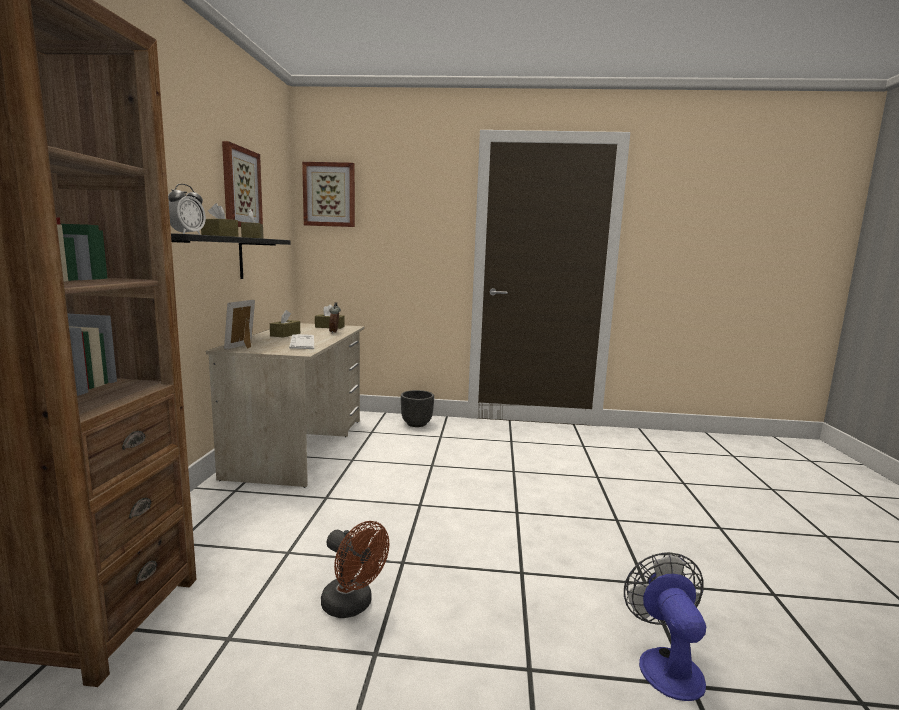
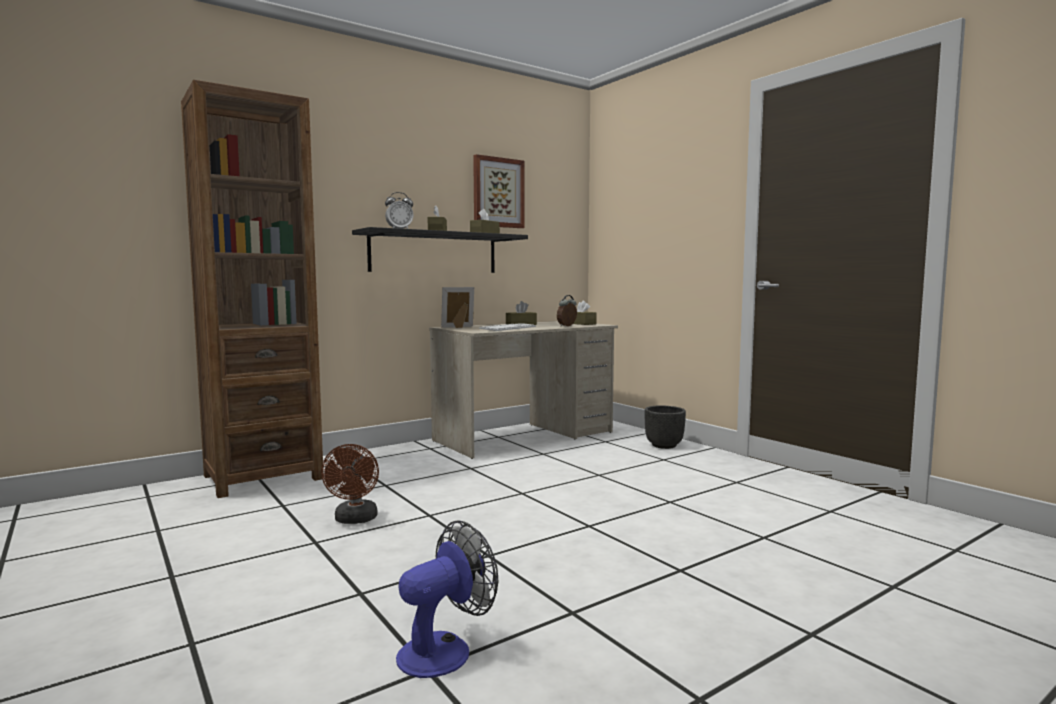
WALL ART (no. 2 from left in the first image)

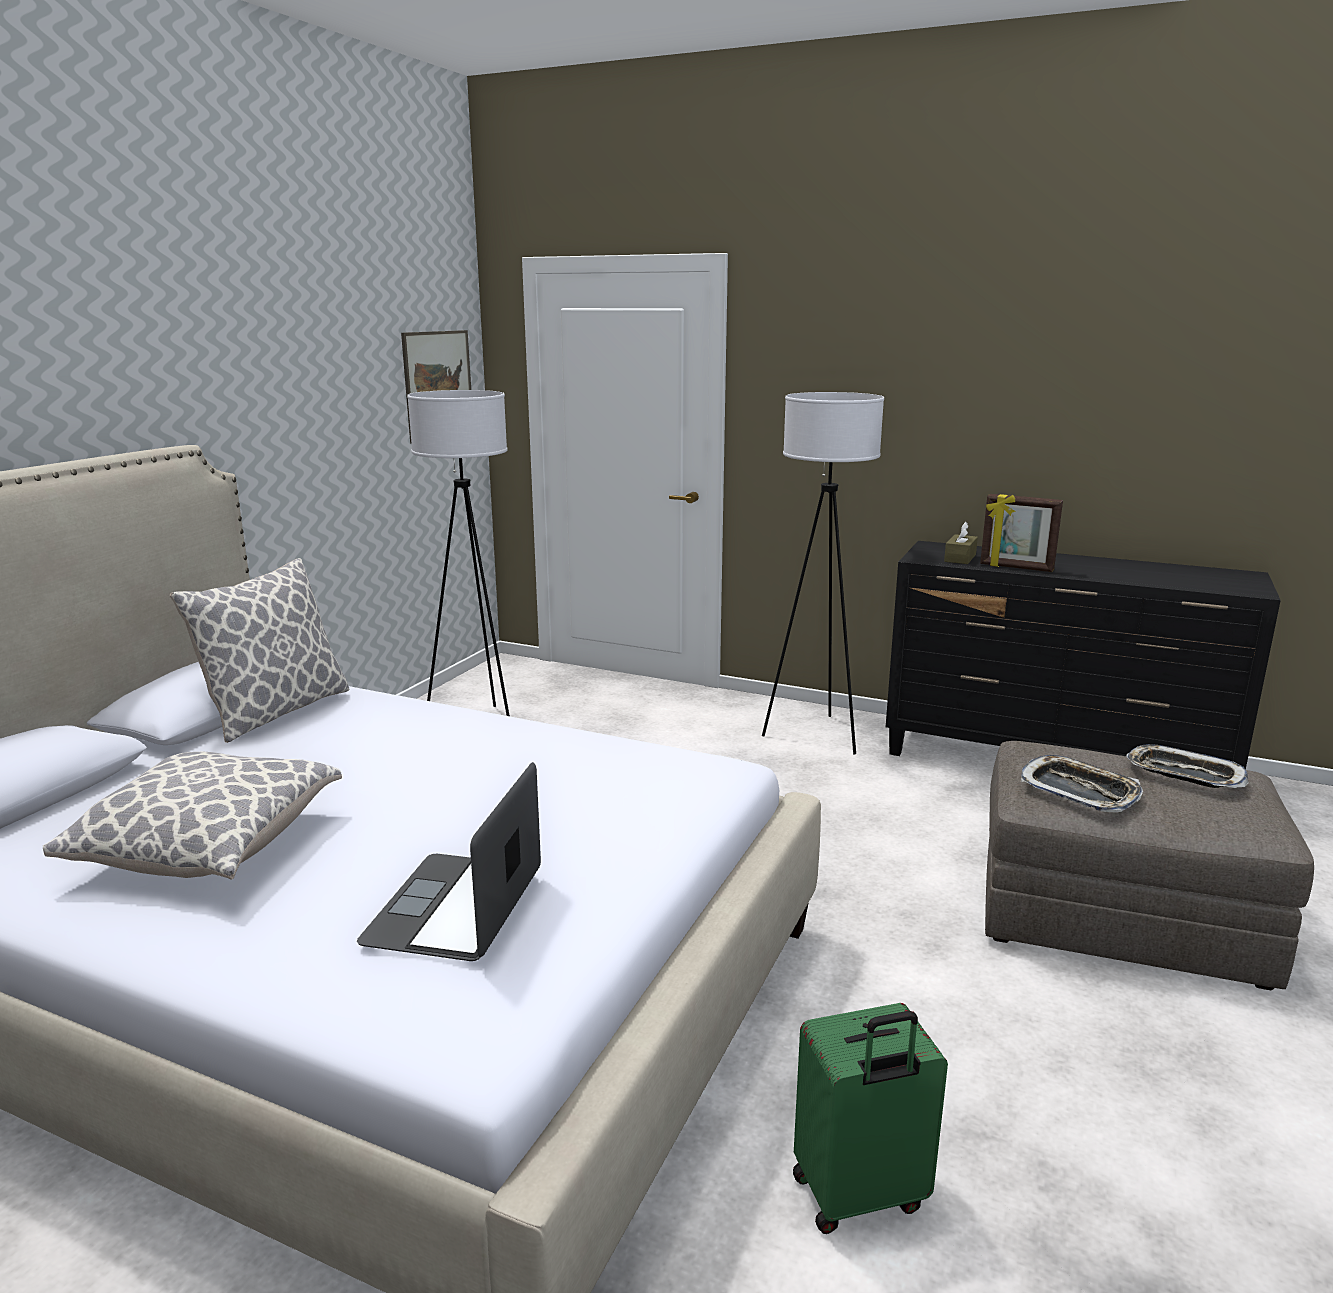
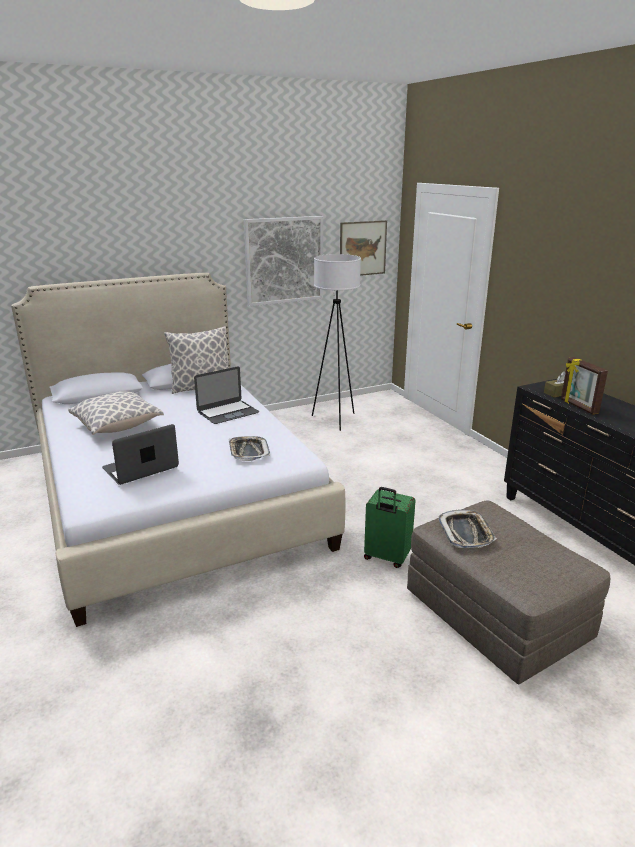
LAPTOP (no. 2 from left)
SERVING TRAY (no. 1 from left)
WALL ART (no. 1 from left)
GREEN SUITCASE
WHITE-COLOURED FLOOR LAMP (no. 2 from left in the first image)

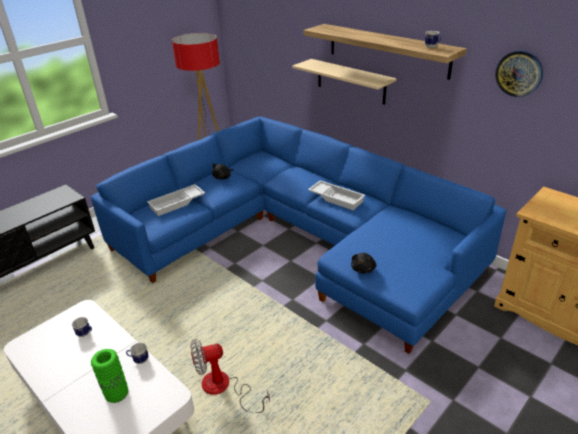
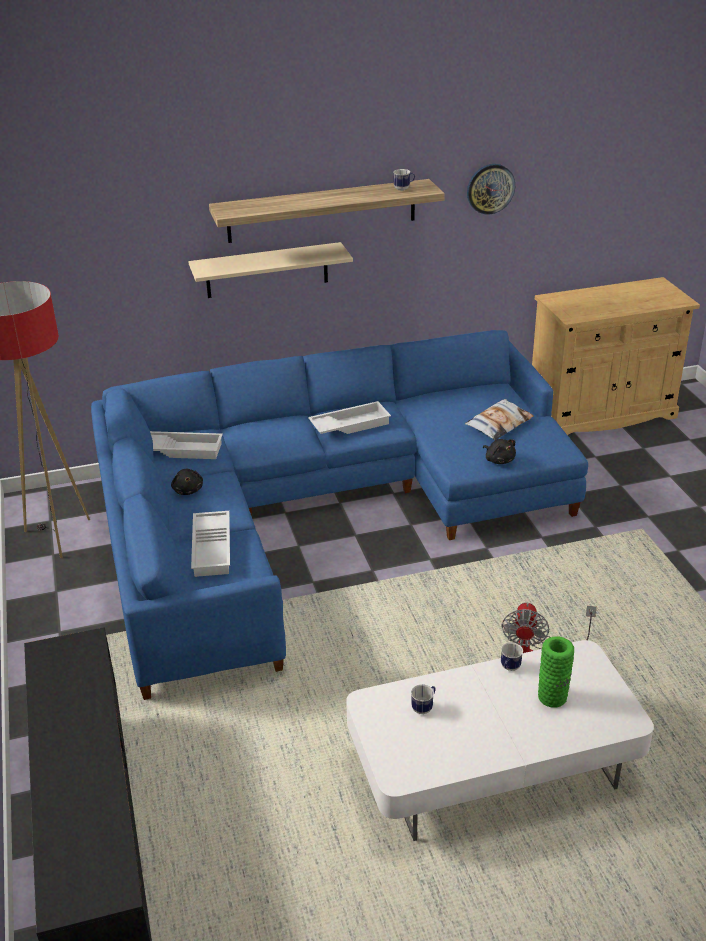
WHITE-COLOURED SERVING TRAY (no. 1 from left)
CUSHION

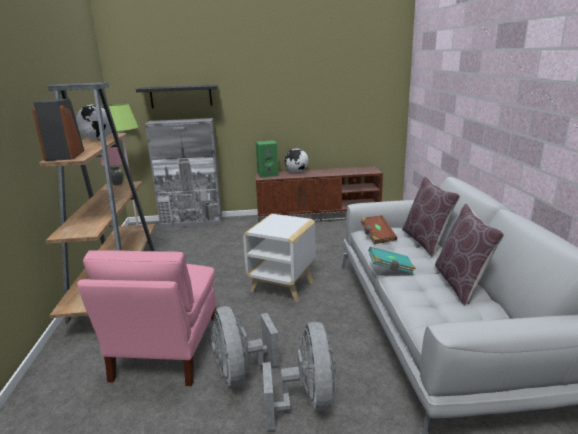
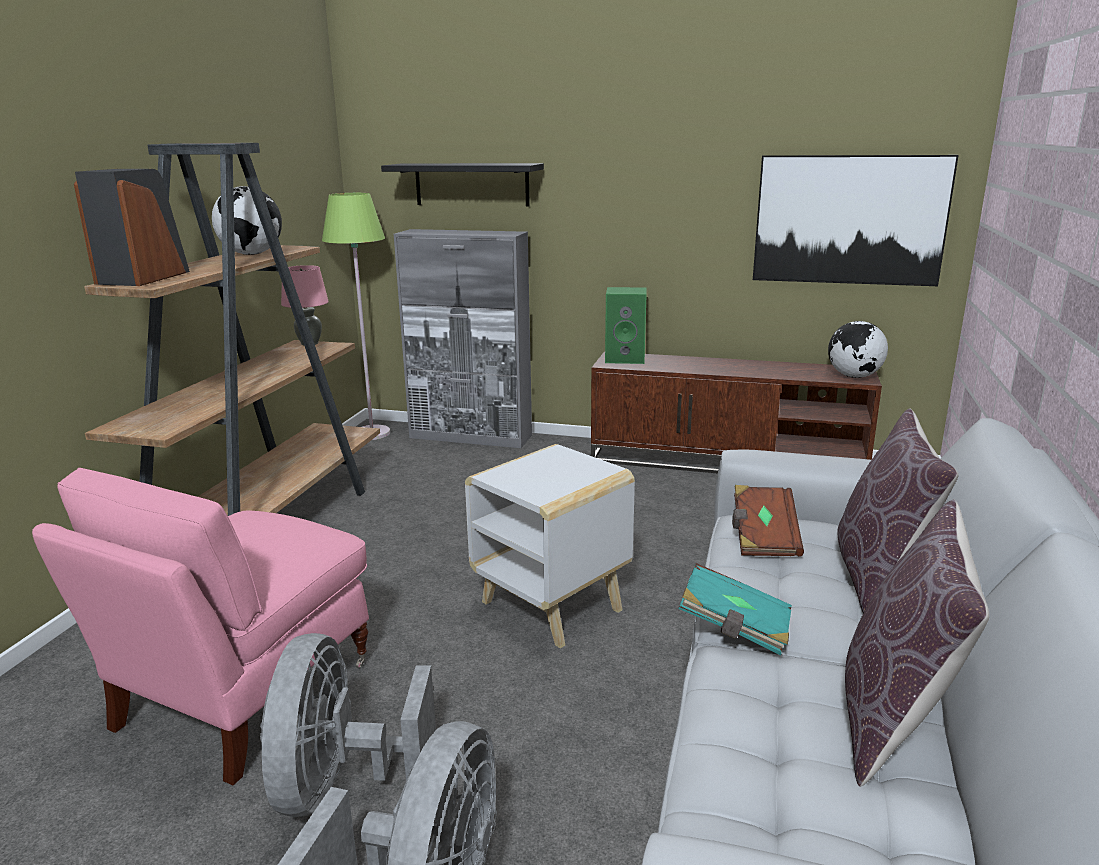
WALL ART
GLOBE (no. 2 from left)

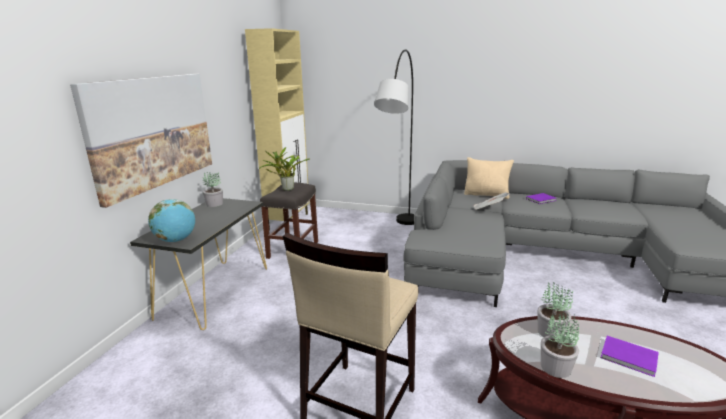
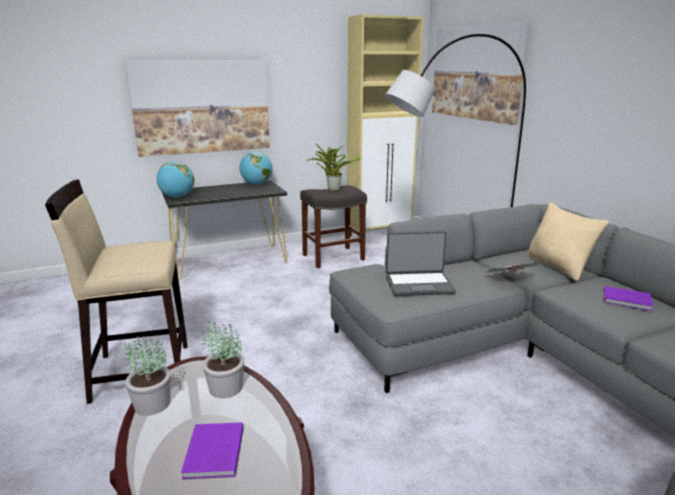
GLOBE (no. 2 from left)
LAPTOP
WALL ART (no. 2 from left)

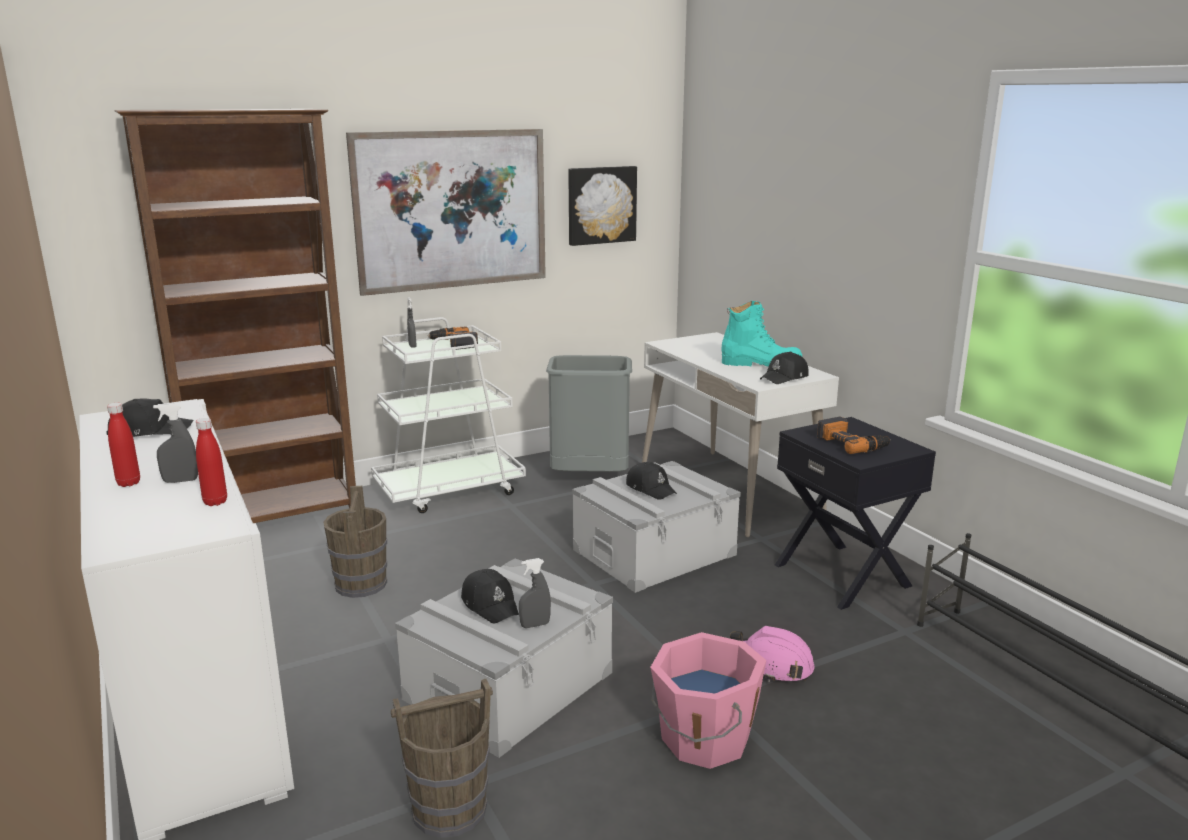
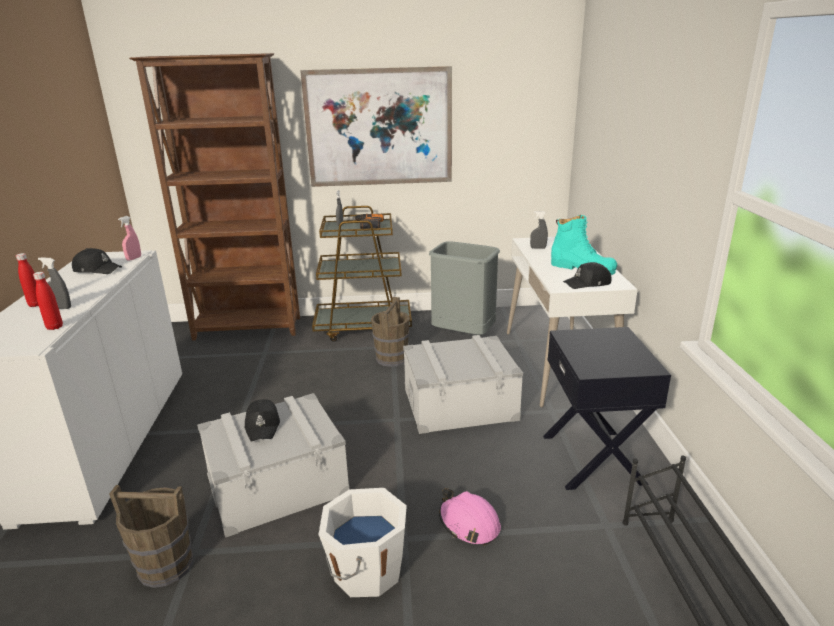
PINKISH SPRAYER
BROWN-COLOURED WHEELED CART
WHITE-COLOURED WATER BUCKET
BROWN-COLOURED WATER BUCKET (no. 2 from left)
GRAY SPRAYER (no. 3 from left)
WALL ART (no. 2 from left in the first image)
BLACKISH CAP (no. 3 from left in the first image)
DRILL (no. 2 from left in the first image)

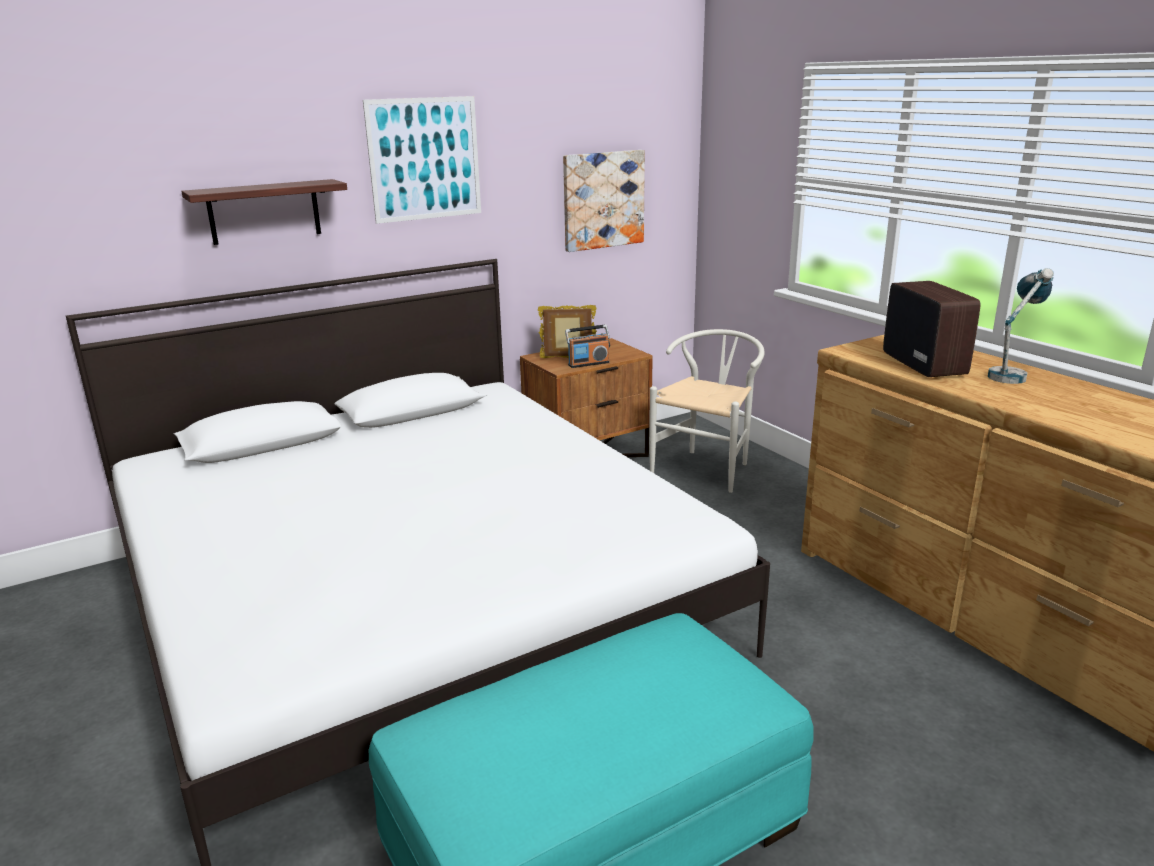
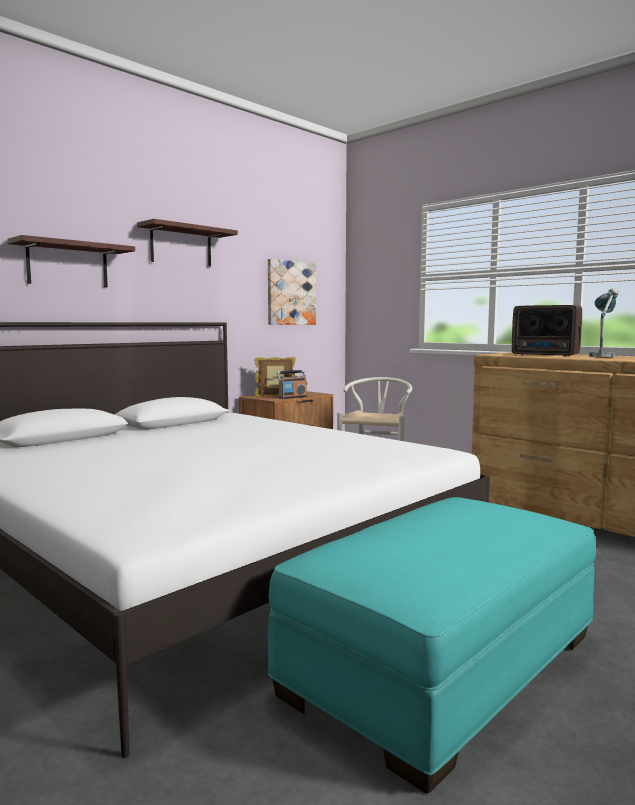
SHELF (no. 2 from left)
RADIO SET (no. 2 from left)

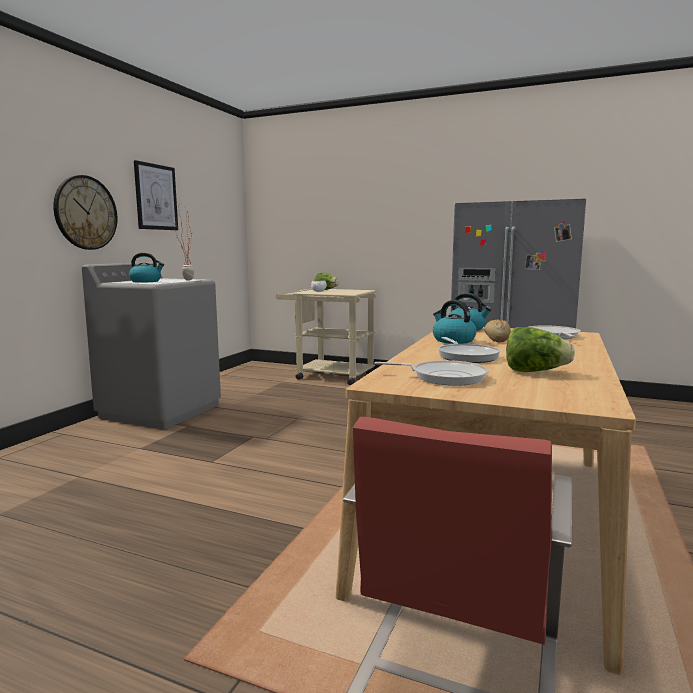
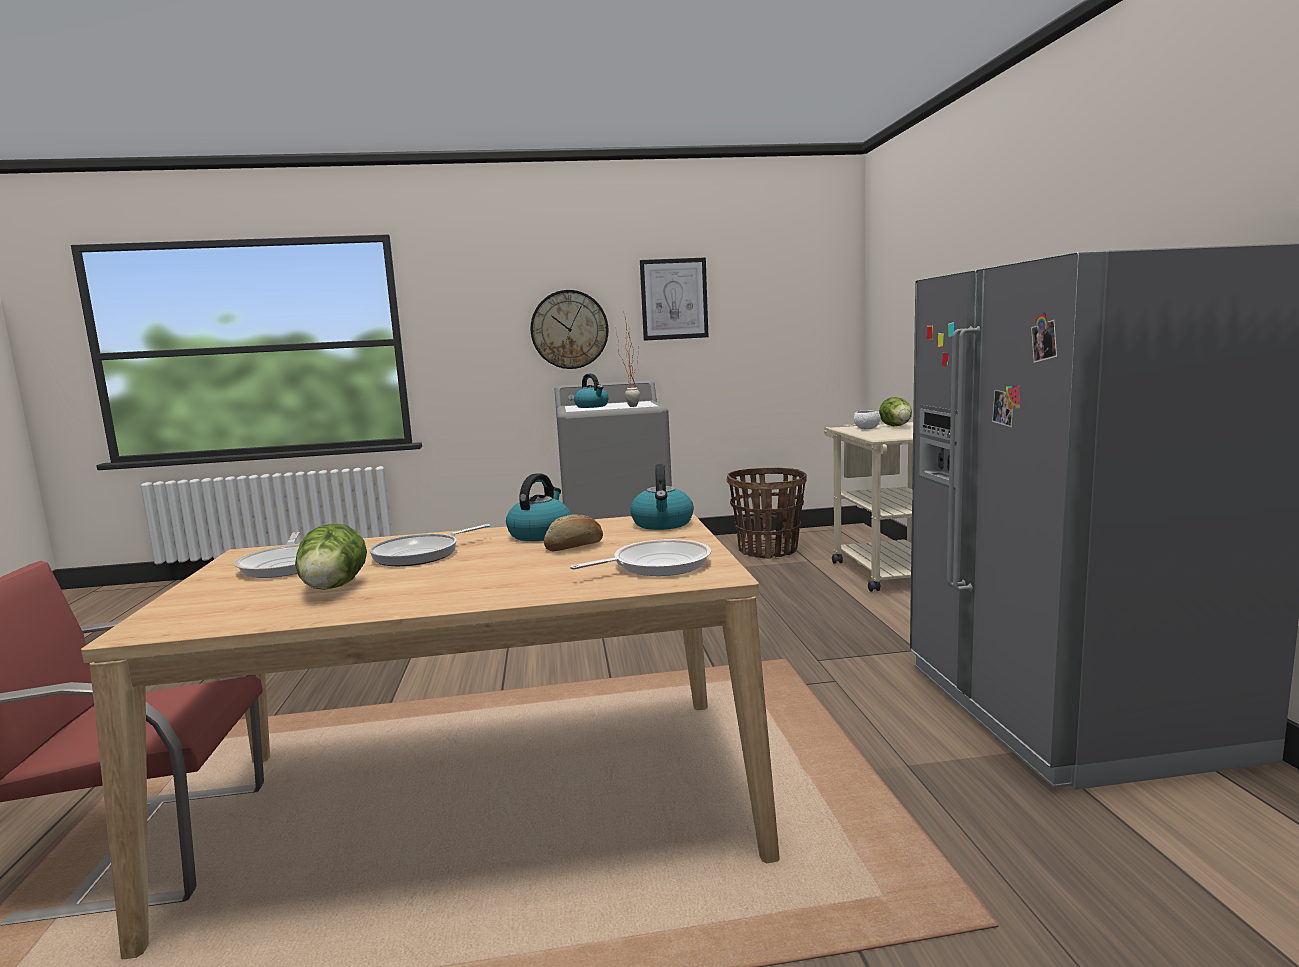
HOUSEHOLD BASKET

